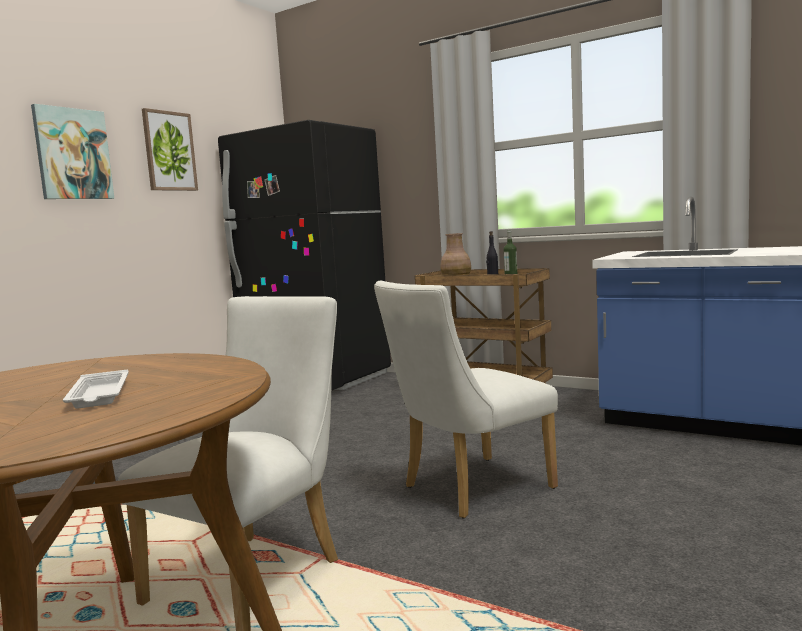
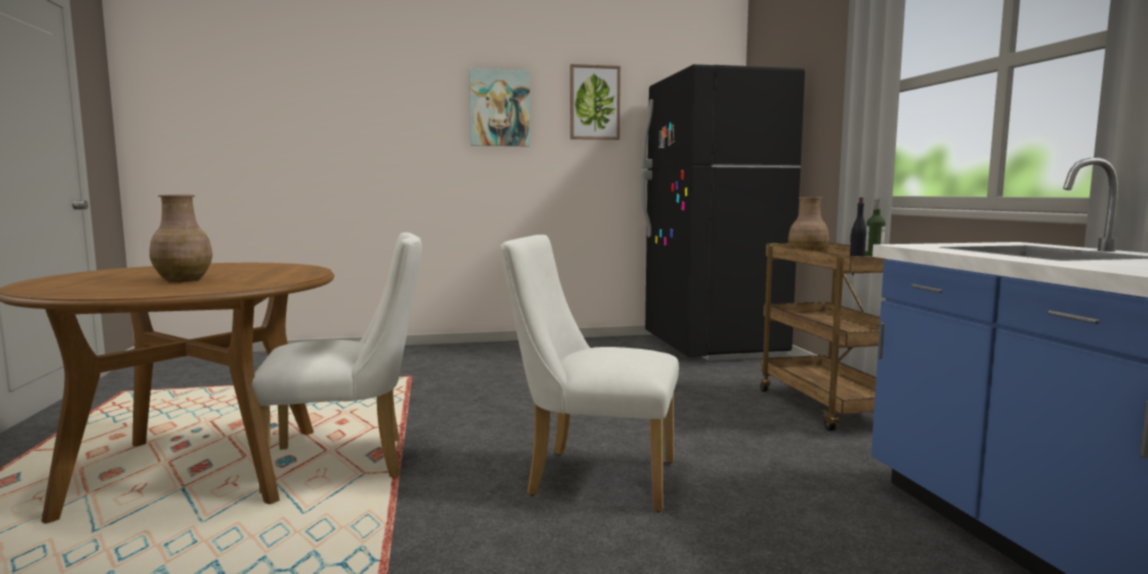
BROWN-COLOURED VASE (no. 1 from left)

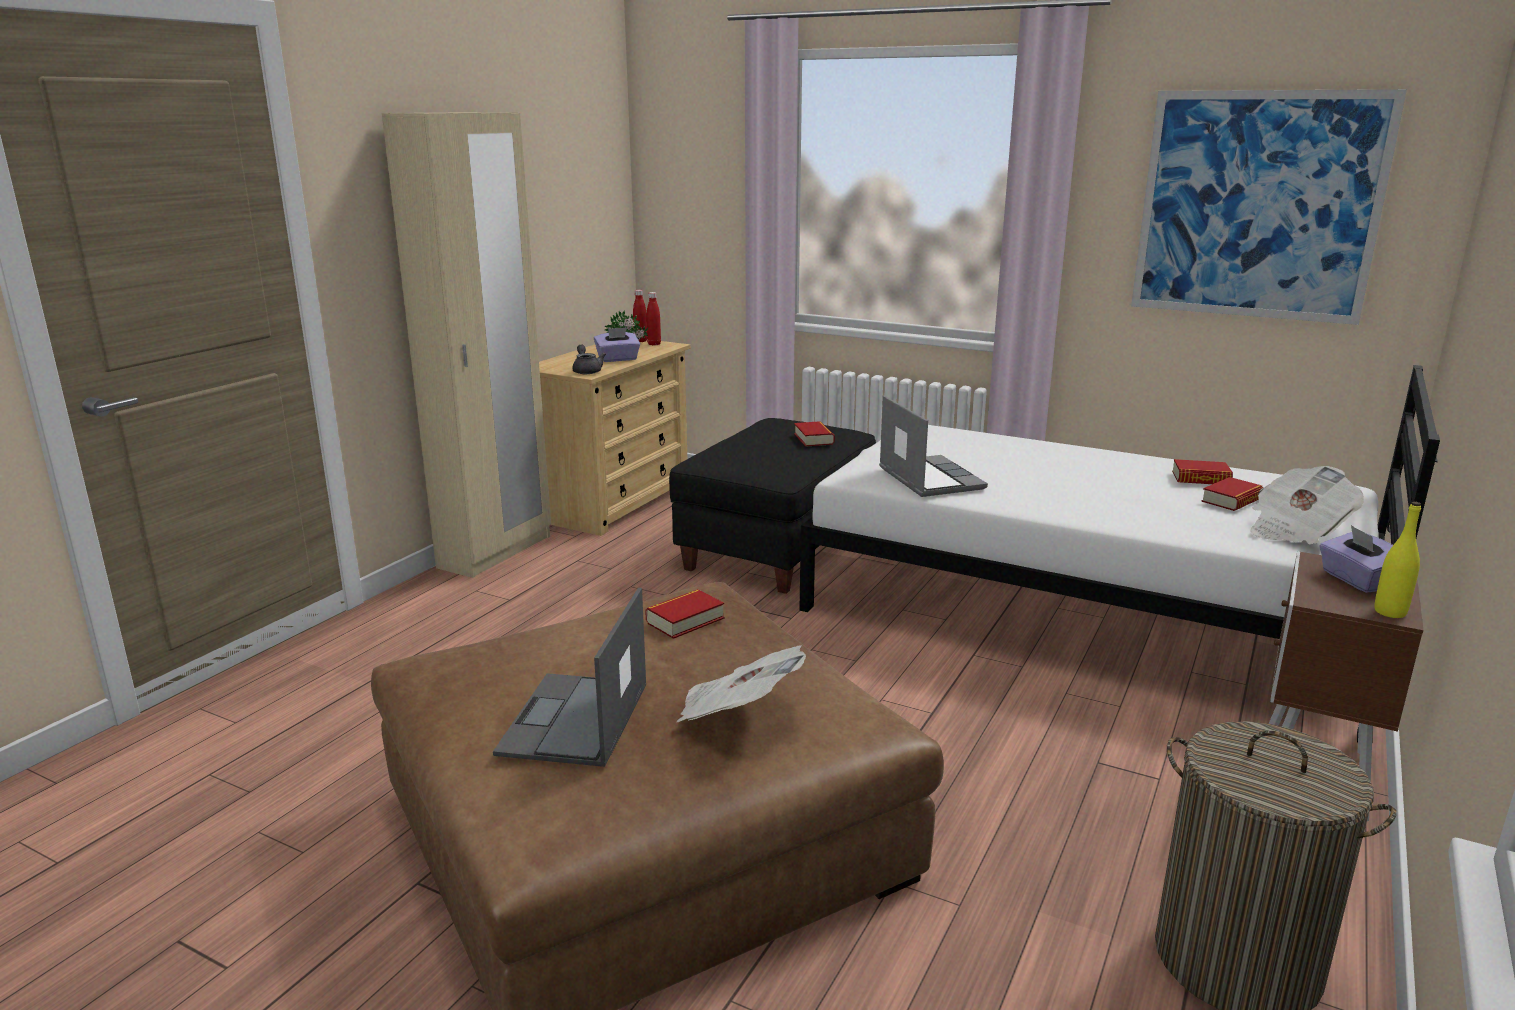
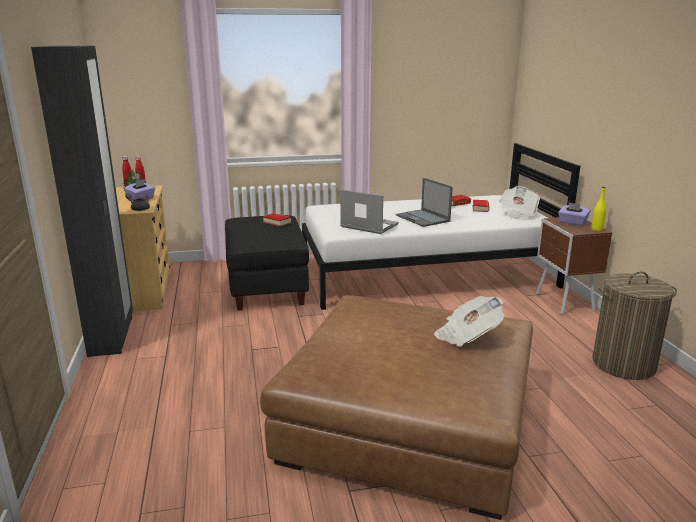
BLACKISH WARDROBE
LAPTOP (no. 2 from left)
BOOK (no. 1 from left in the first image)
WALL ART

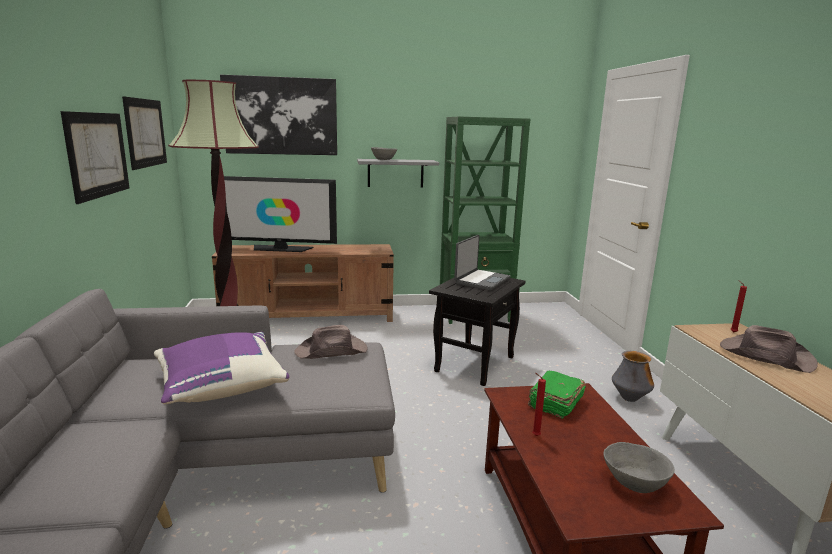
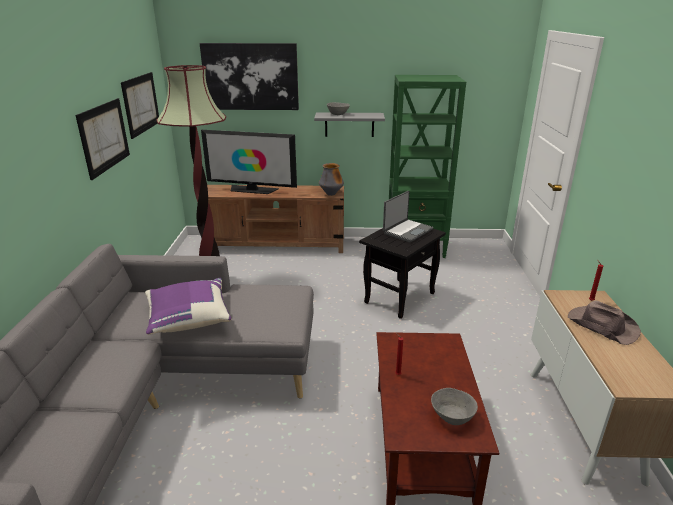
VASE
BROWN-COLOURED CLOTHING HAT (no. 1 from left in the first image)
GREEN BOOK

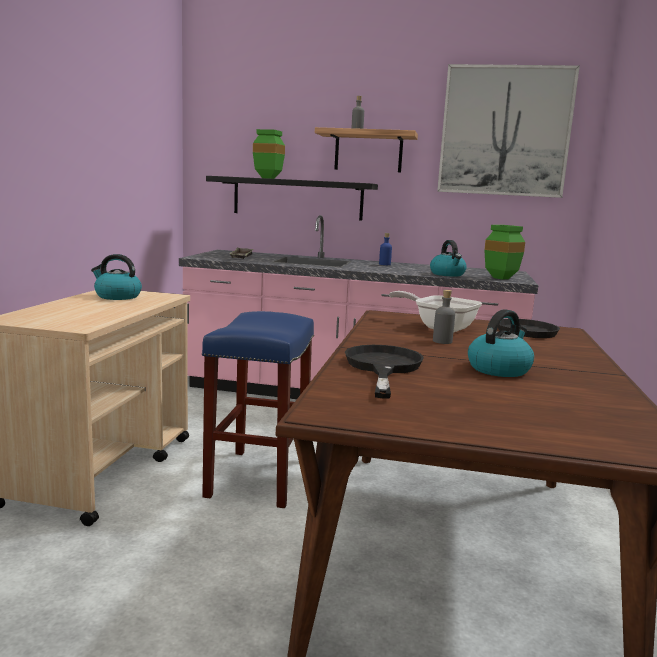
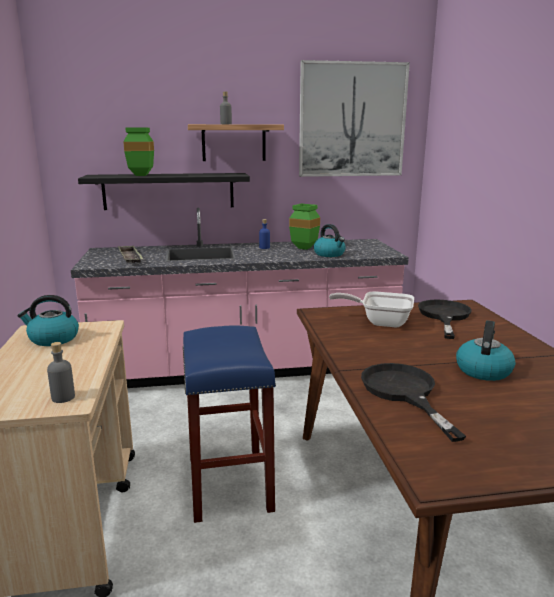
GRAY DRINK BOTTLE (no. 1 from left)
GREEN VASE (no. 2 from left)

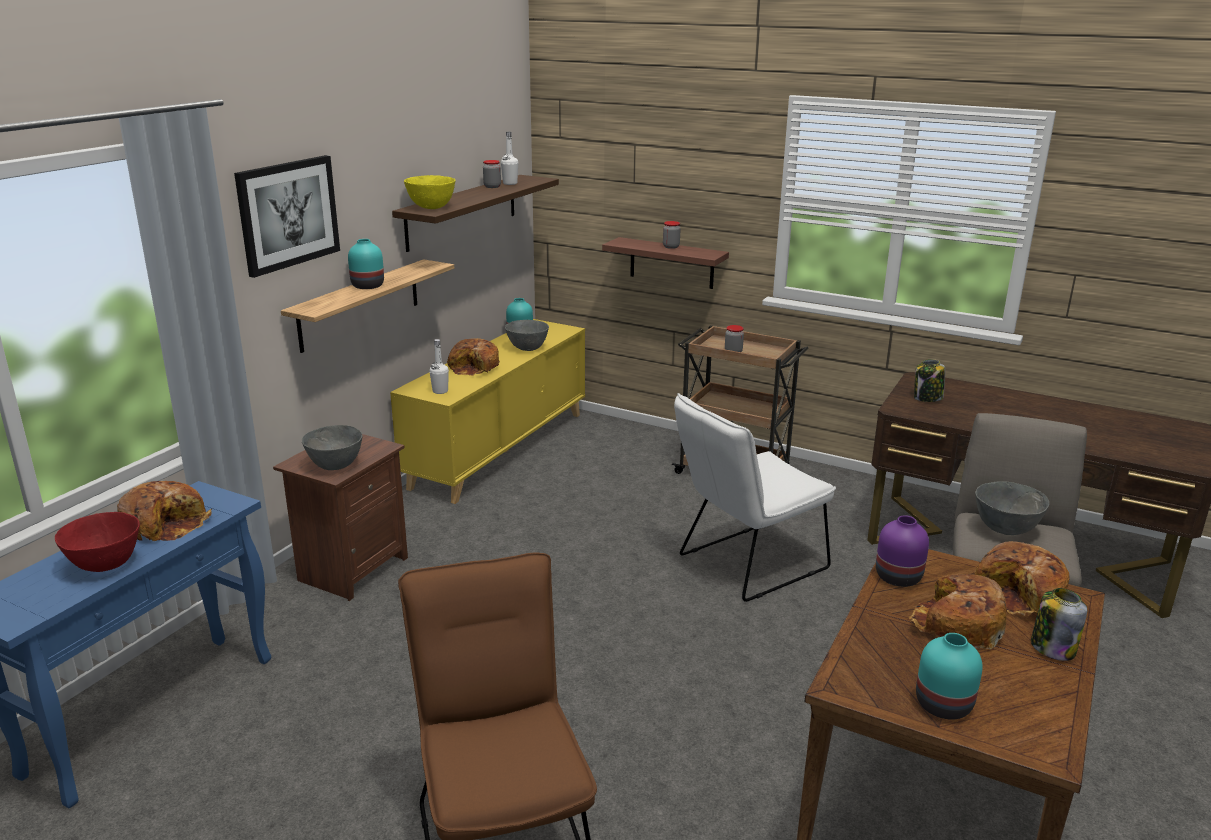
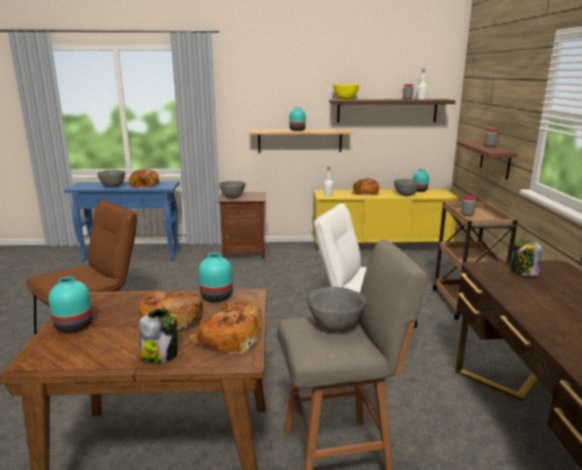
GRAY SERVING BOWL (no. 1 from left)
TURQUOISE-COLOURED VASE (no. 2 from left)
WALL ART

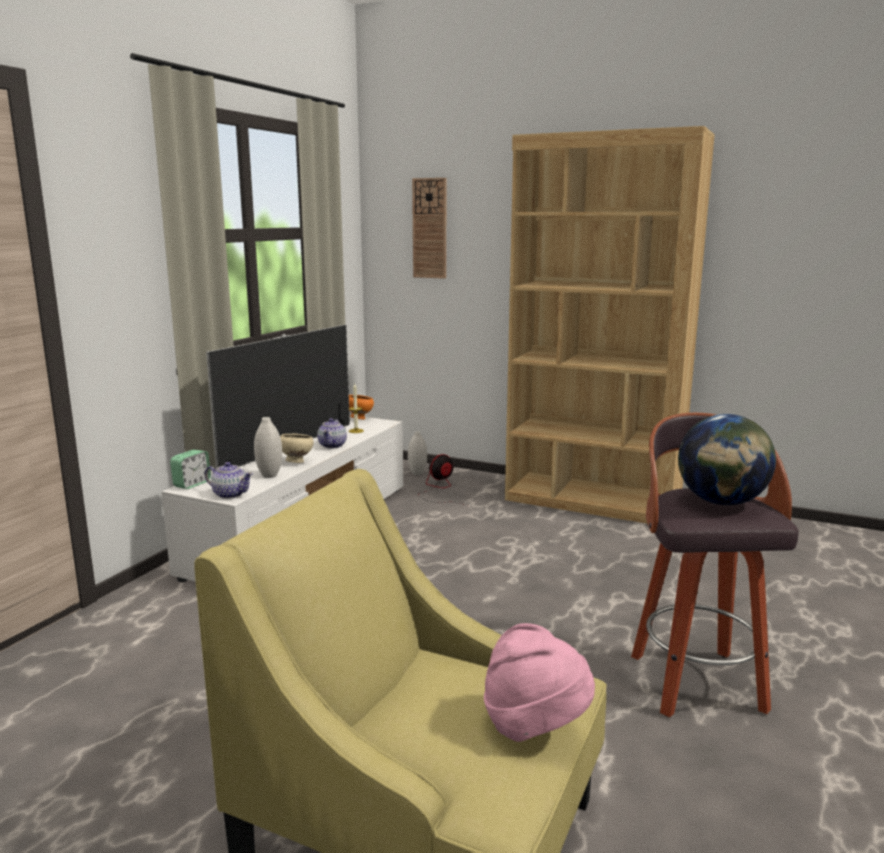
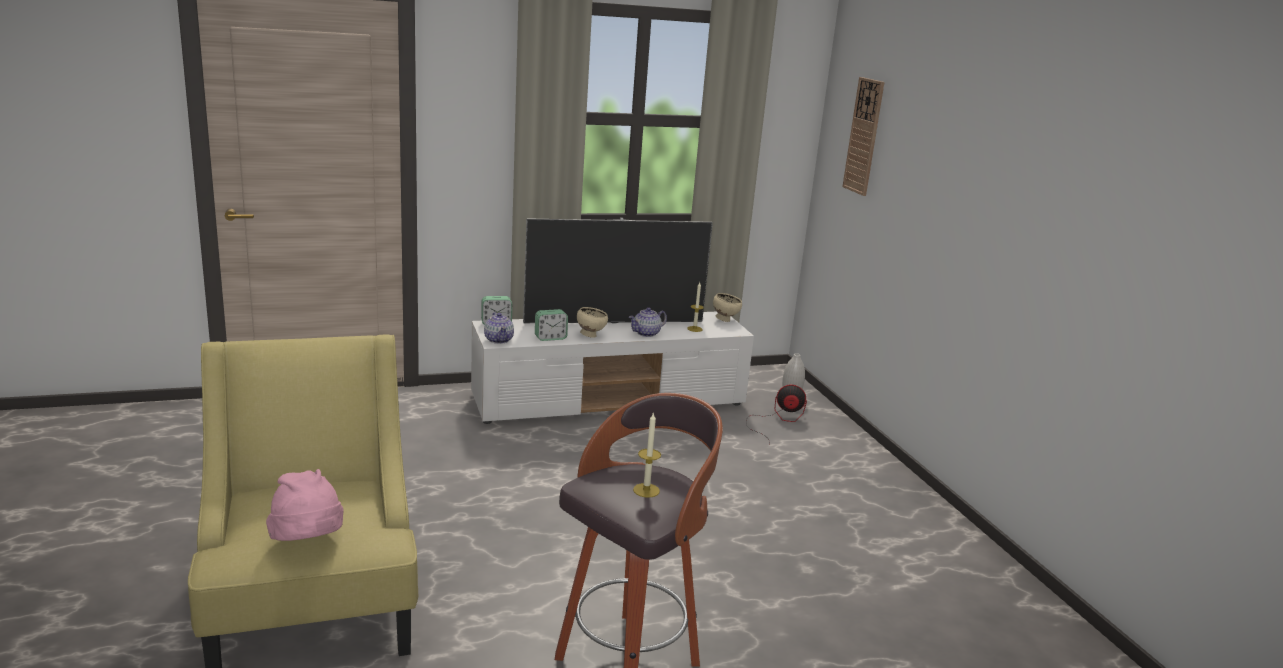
ALARM CLOCK (no. 2 from left)
WAX LIGHT (no. 1 from left)
SAND-COLOURED SERVING BOWL (no. 2 from left)
BROWN-COLOURED BOOKSHELF

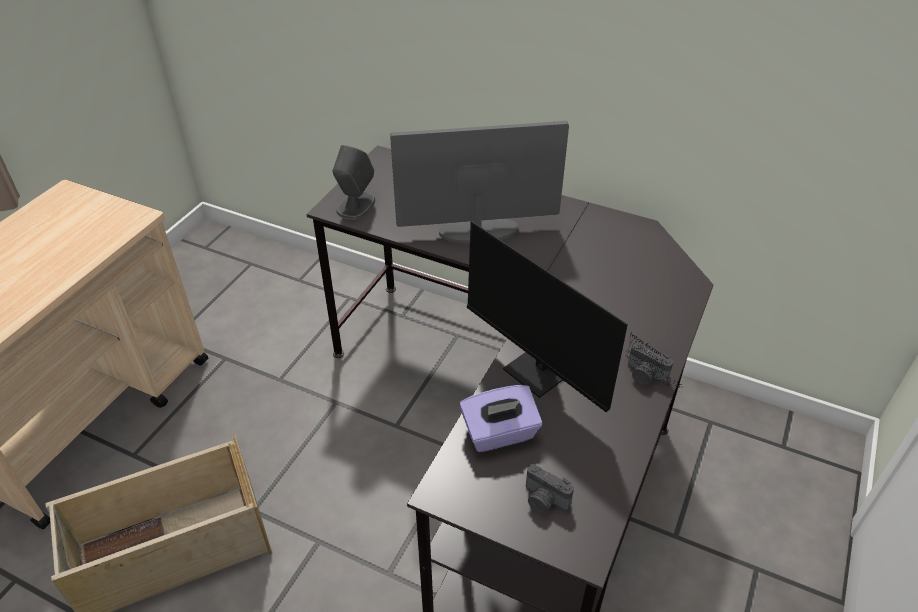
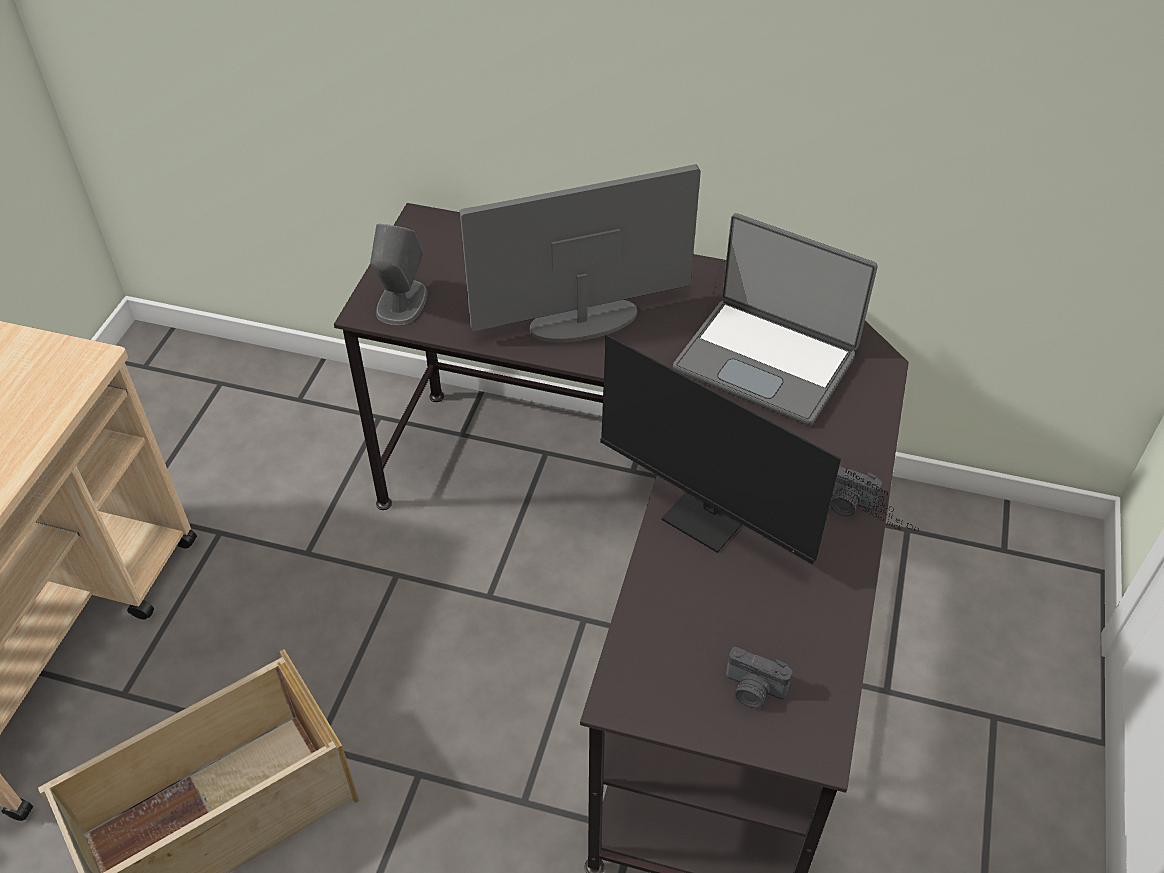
LAPTOP
PURPLE TISSUE HOLDER

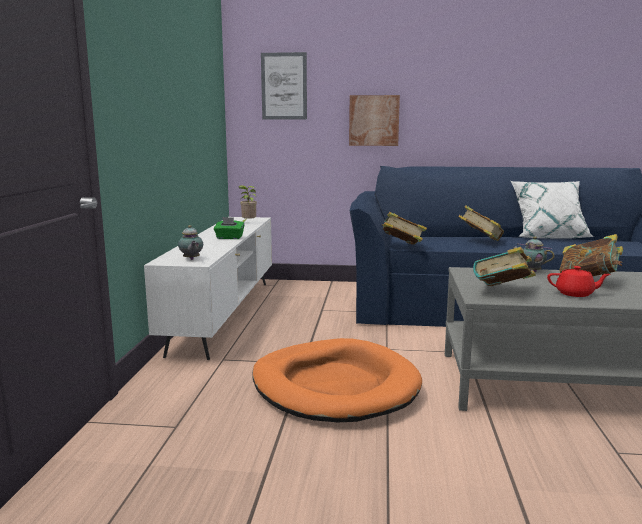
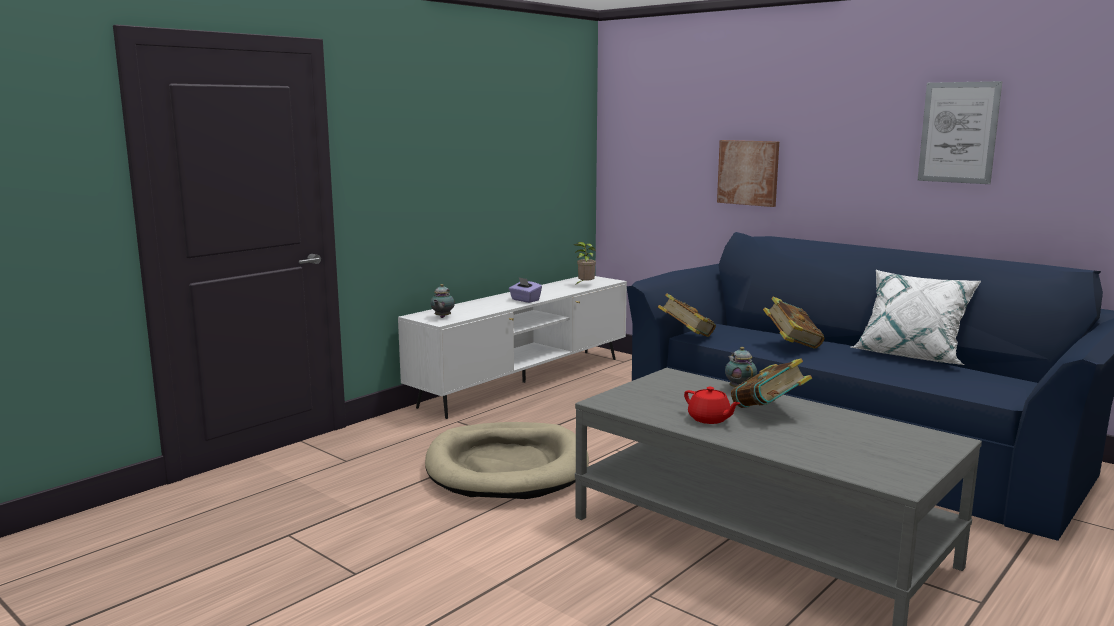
SAND-COLOURED DOG BED
PURPLE TISSUE HOLDER
WALL ART (no. 2 from left)
BOOK (no. 3 from left in the first image)

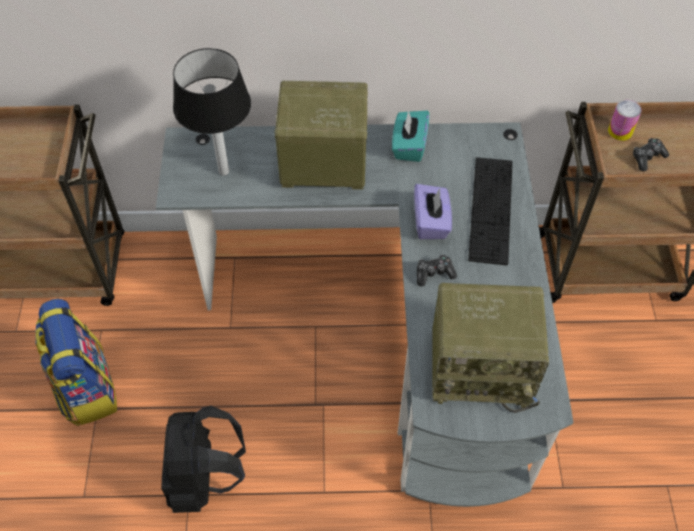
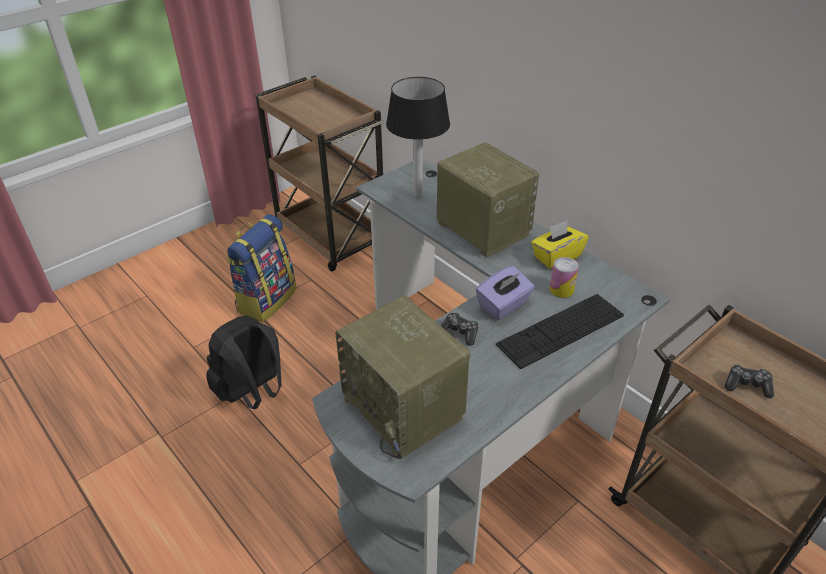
YELLOW TISSUE HOLDER
CAN

